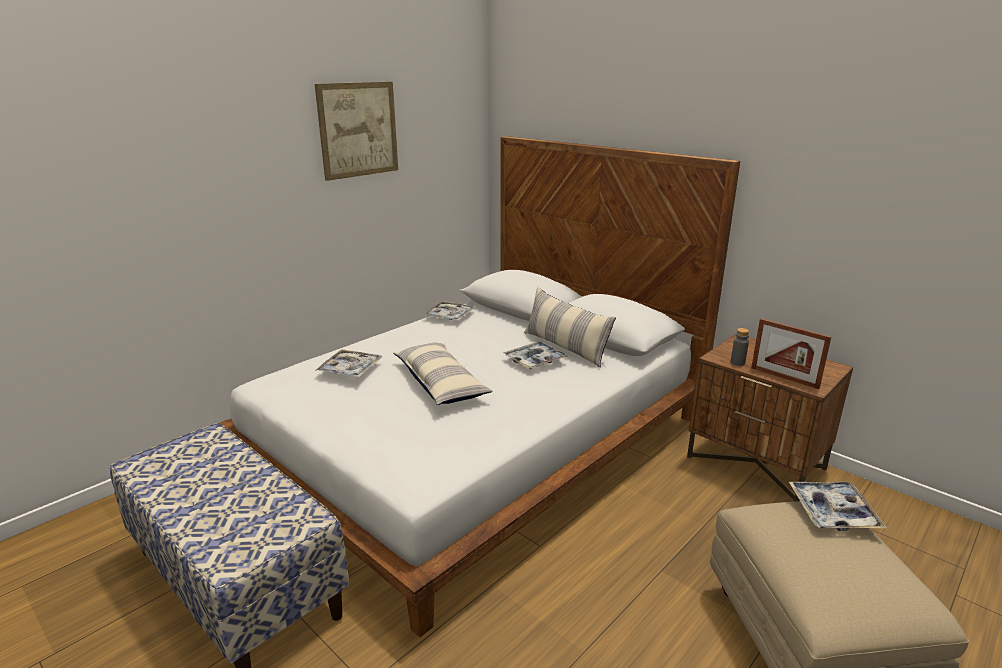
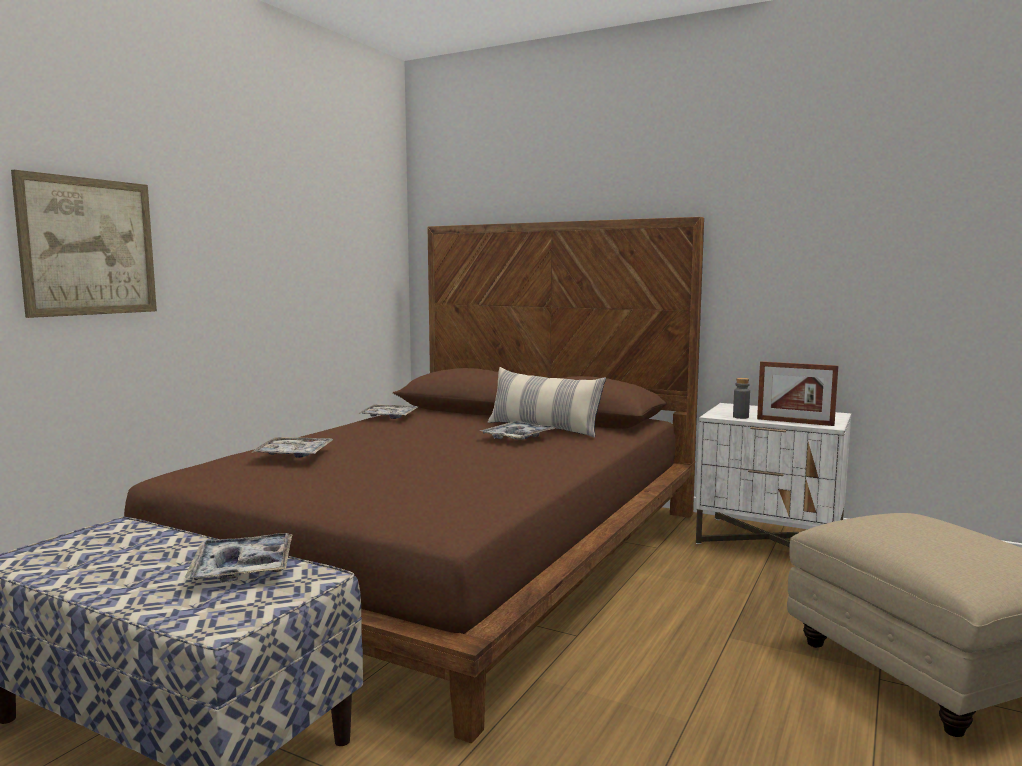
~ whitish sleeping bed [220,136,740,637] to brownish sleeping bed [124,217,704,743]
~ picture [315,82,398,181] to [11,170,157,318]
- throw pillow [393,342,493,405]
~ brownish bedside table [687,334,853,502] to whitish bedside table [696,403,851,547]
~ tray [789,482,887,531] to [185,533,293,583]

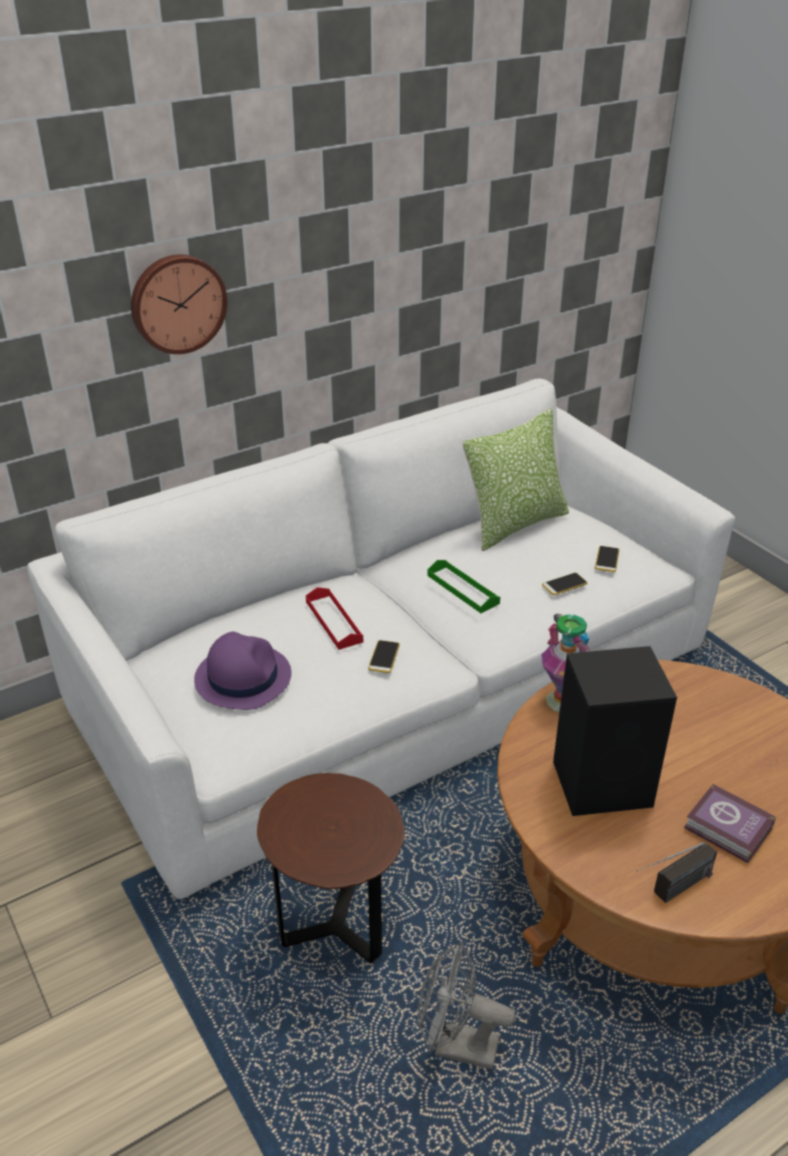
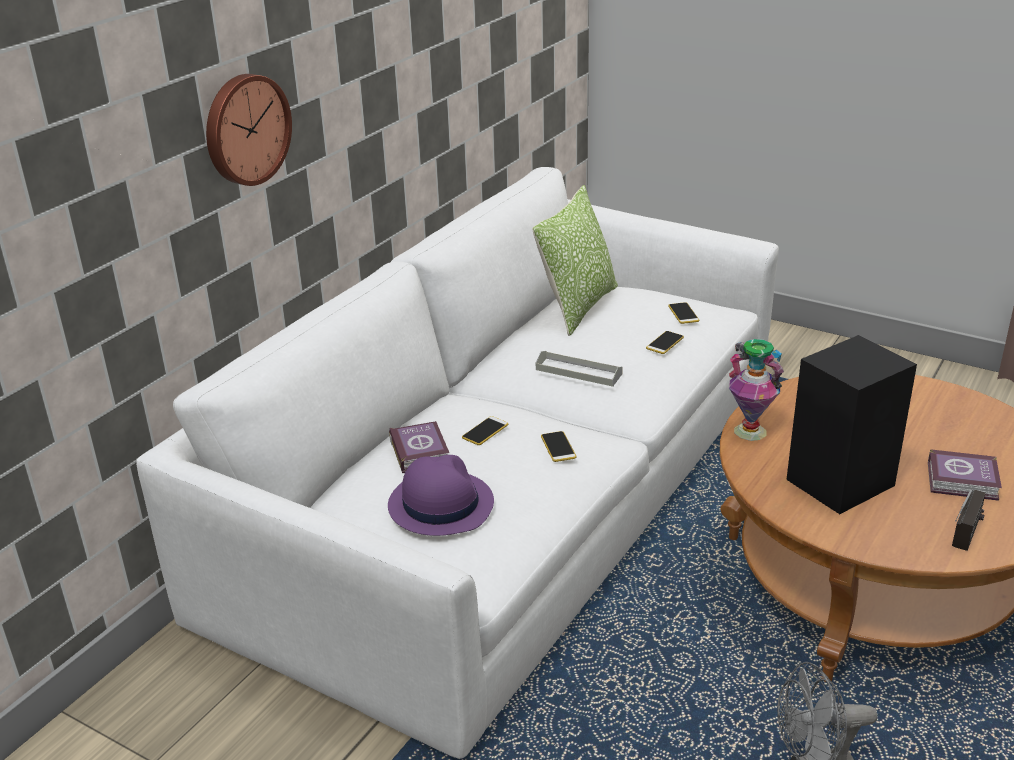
- brownish accent table [257,773,405,964]
~ red-coloured tray [306,587,363,650] to phone [462,416,508,445]
~ green tray [427,560,500,613] to greyish tray [536,351,623,387]
+ bound book [389,421,449,473]

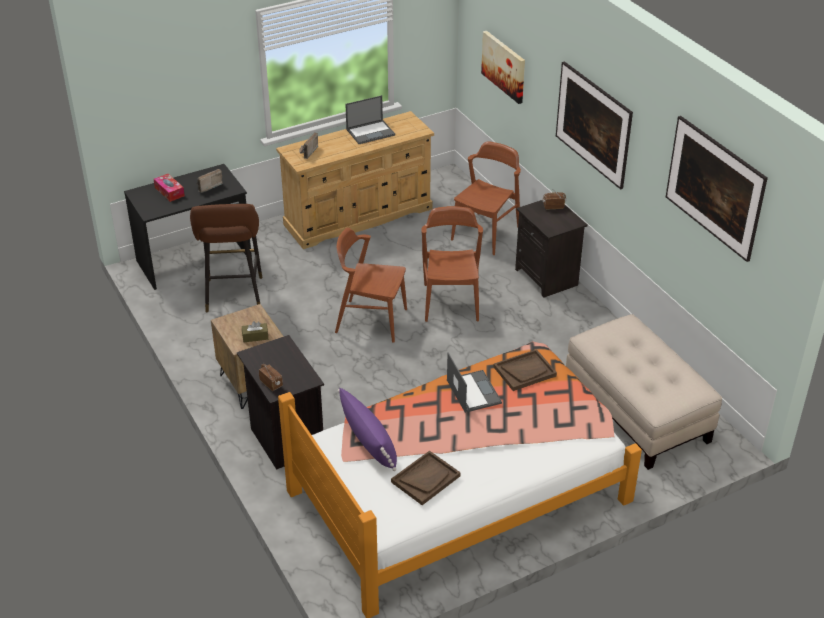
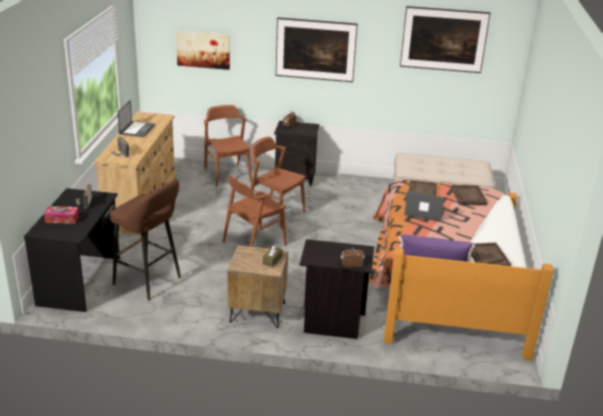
+ brownish tray [451,185,487,205]

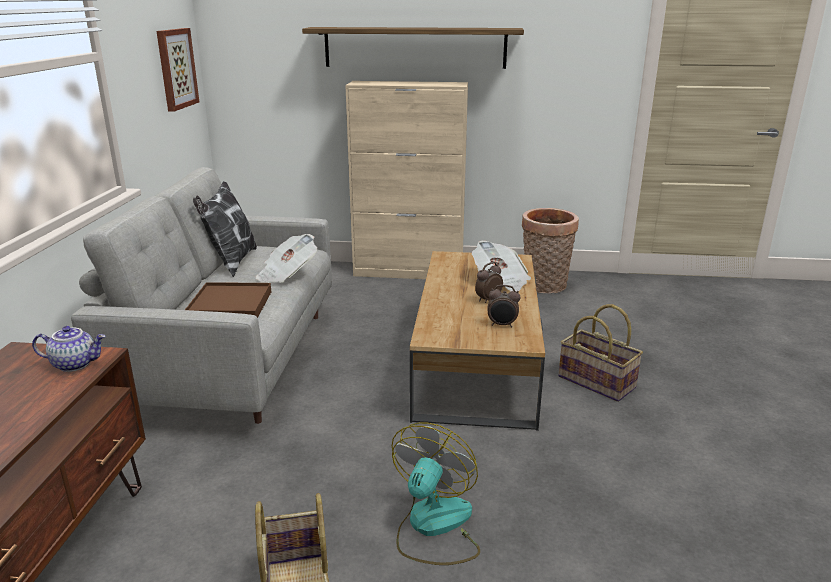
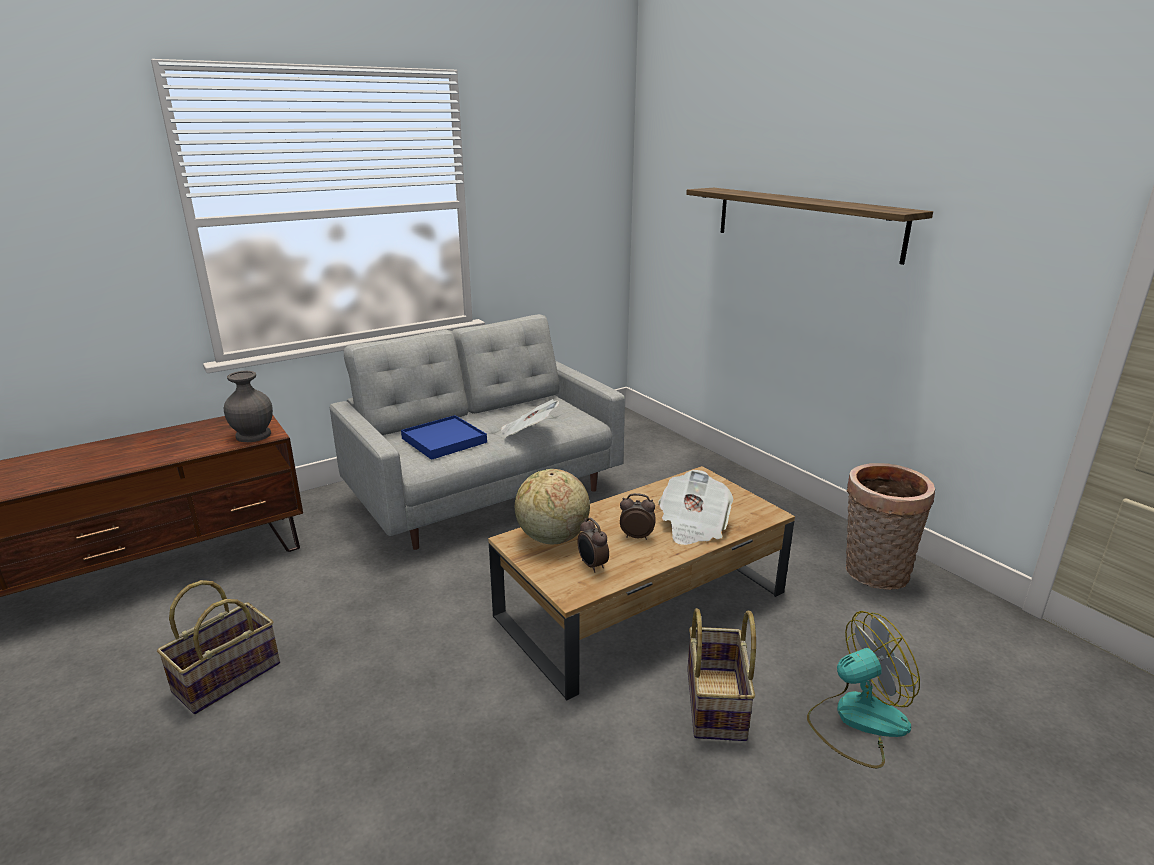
~ pot for tea [32,326,106,372] to greyish vase [224,371,273,442]
- picture [156,28,199,112]
~ brownish tray [185,282,271,318] to blue tray [401,415,487,460]
- throw pillow [193,181,257,277]
- beige-coloured cabinet [345,81,468,279]
~ cooling fan [392,422,480,565] to [807,611,920,769]
+ globe [515,469,590,544]

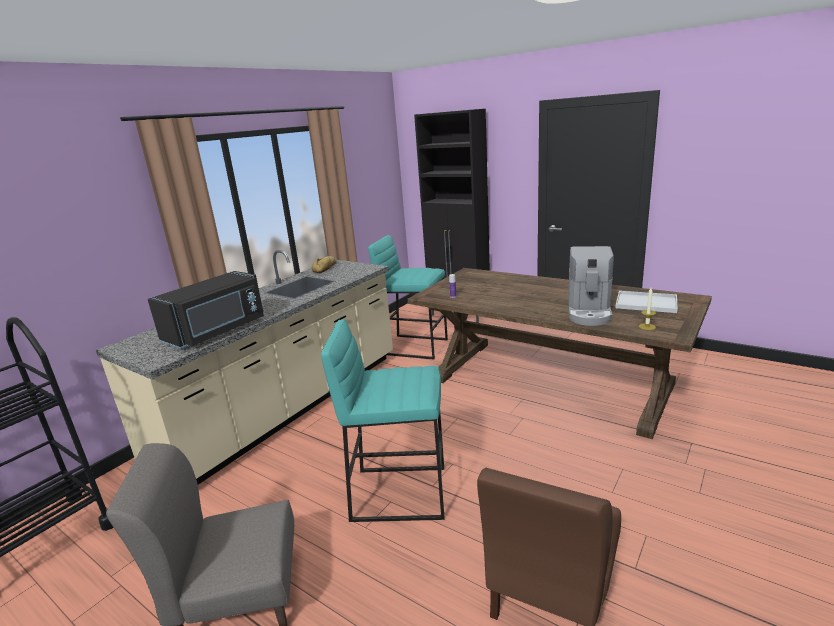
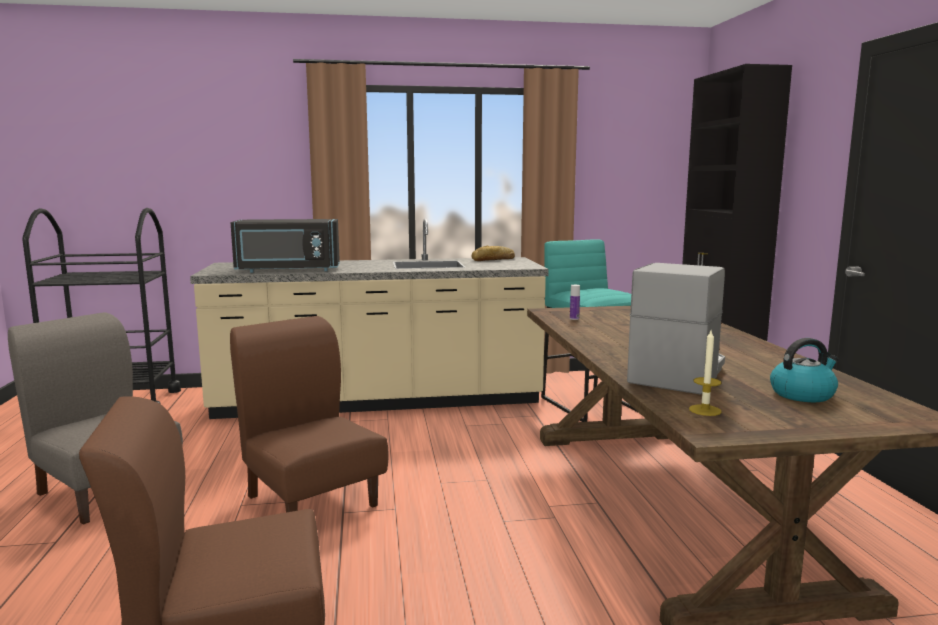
~ blue-green sitting stool [321,320,444,522] to brownish chair [230,316,389,512]
~ coffee brewer [568,246,614,326] = [627,263,725,395] 150 degrees clockwise
~ whitish tray [616,291,678,313] to tea kettle [770,338,839,402]

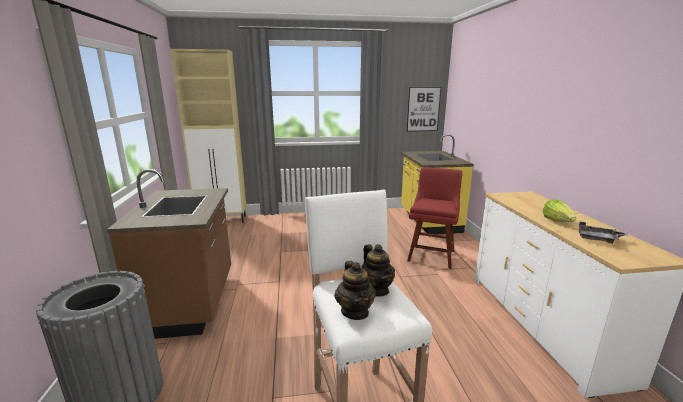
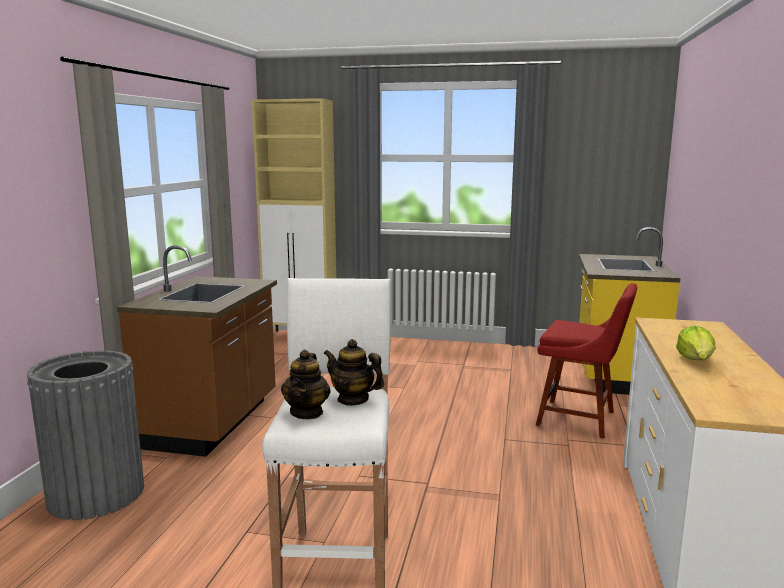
~ pot for tea [361,244,395,297] = [324,339,384,406] 120 degrees clockwise
- picture [407,87,441,132]
~ red-coloured chair [407,167,462,269] = [536,283,637,439] 75 degrees clockwise
- greyish tray [579,222,628,244]

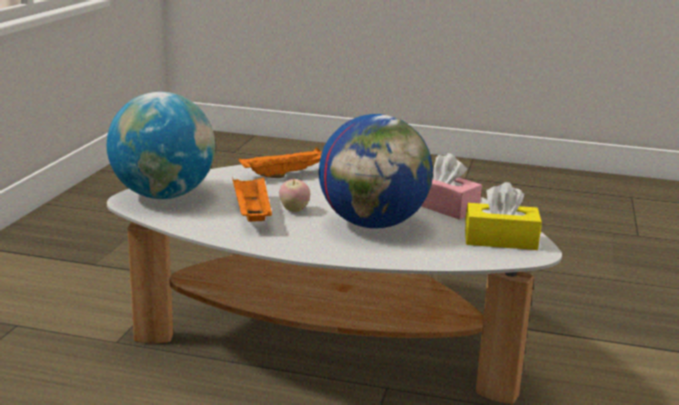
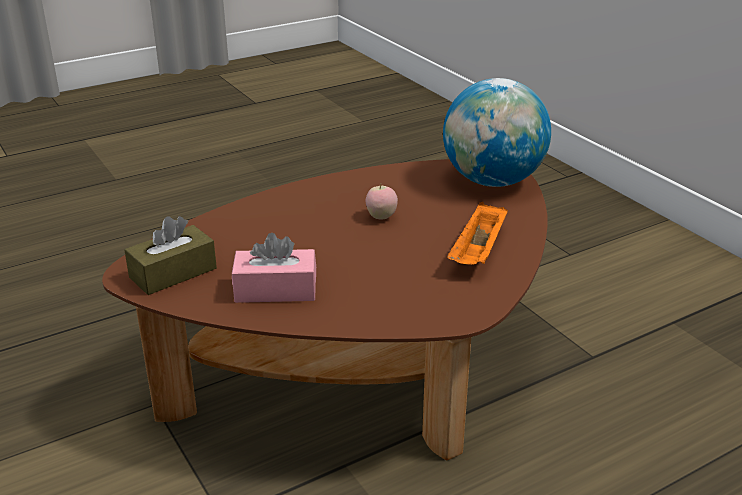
~ whitish lounge table [107,162,562,404] to brownish lounge table [102,159,548,460]
- orangey tray [233,176,272,222]
- globe [319,114,433,229]
~ yellow-coloured tissue holder [465,182,542,250] to brownish tissue holder [125,216,217,295]

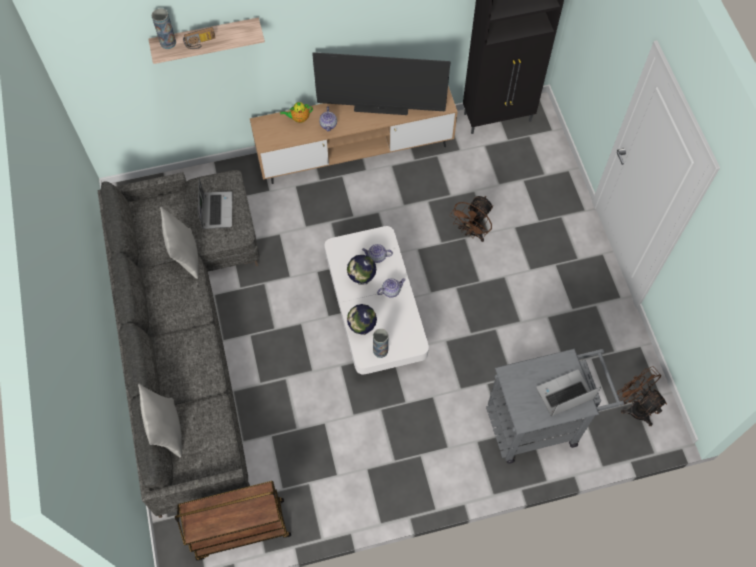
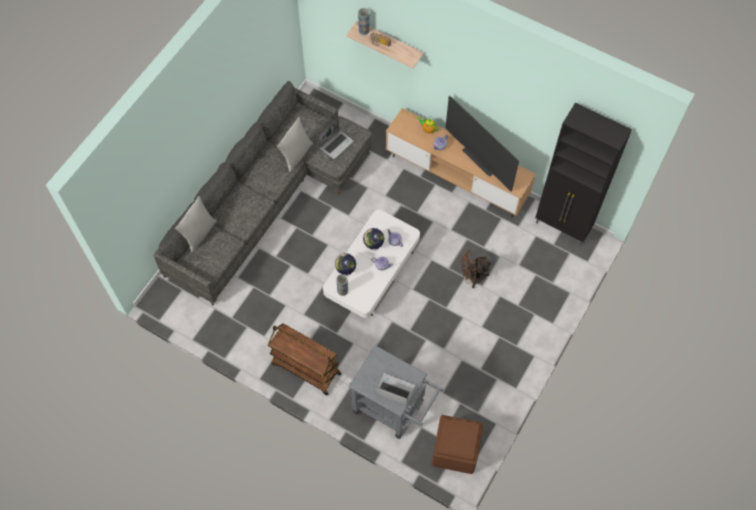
~ brownish cart [175,481,291,560] to [268,323,342,395]
~ brownish cooling fan [617,366,667,426] to brownish footrest [432,415,483,474]

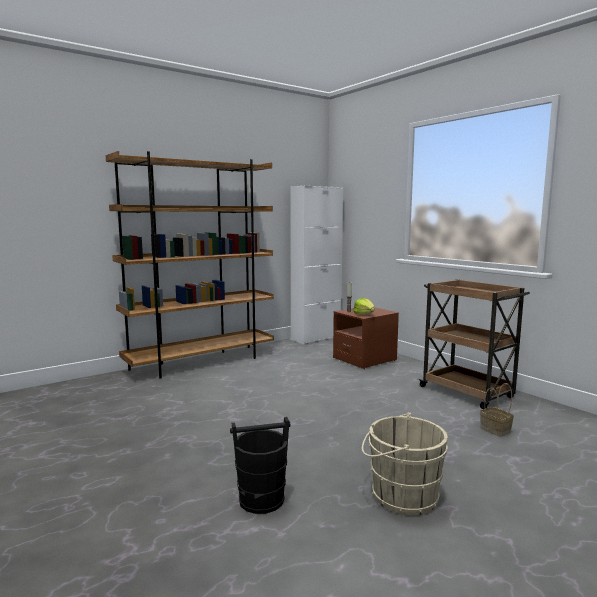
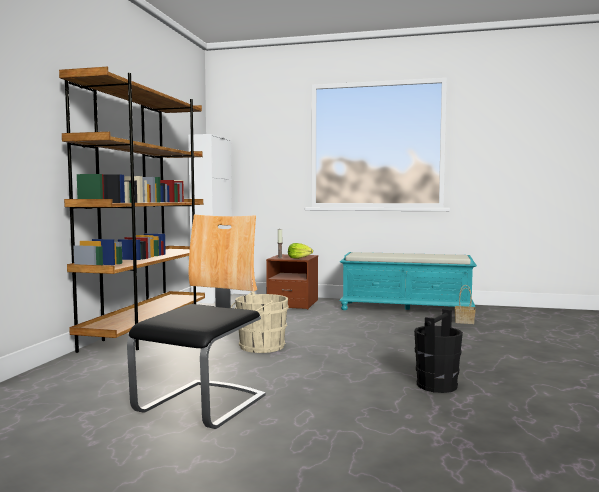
~ beige-coloured water bucket [362,413,448,515] to [231,292,289,353]
~ brownish cart [418,279,530,409] to blue-green long seat [339,252,477,310]
+ chair [127,214,266,429]

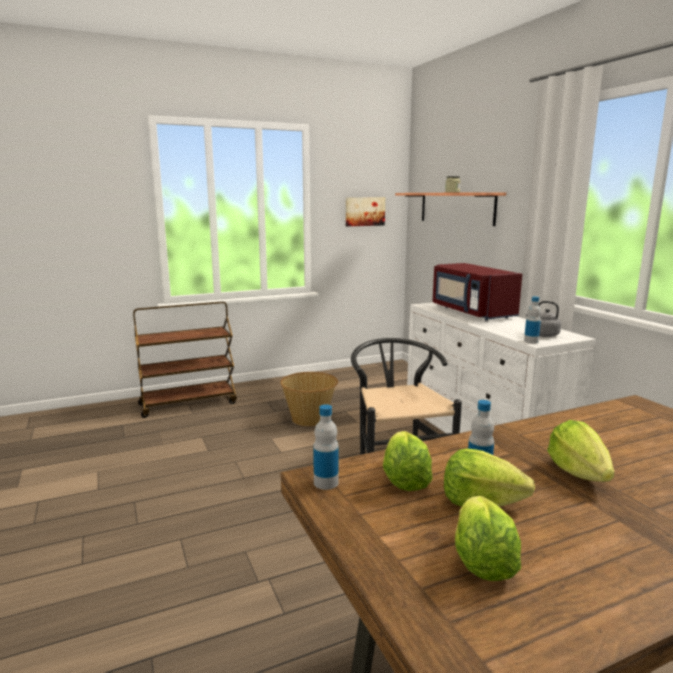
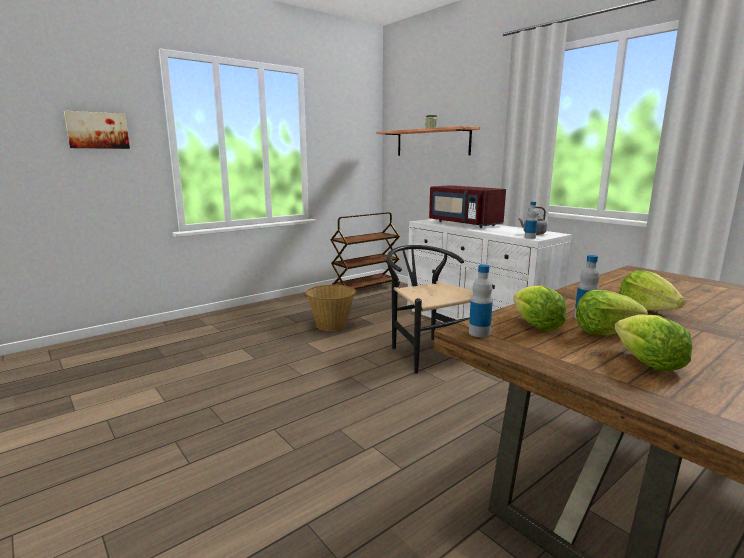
~ brownish cart [133,302,237,418] to [331,212,400,289]
~ picture [346,197,385,226] to [64,111,130,149]

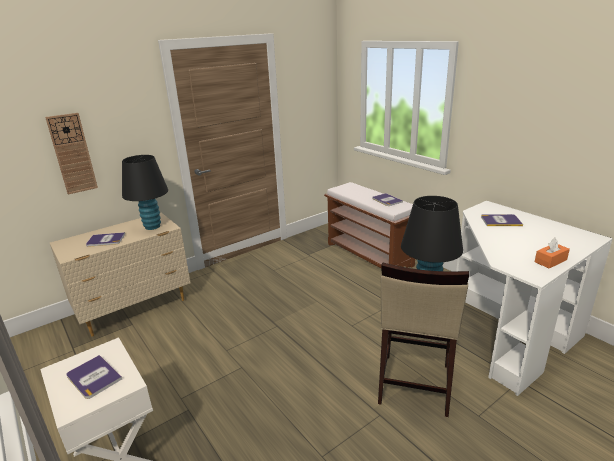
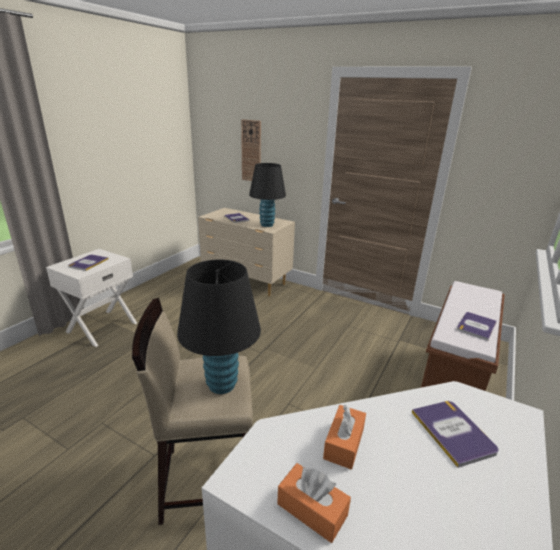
+ orangey tissue holder [323,405,366,469]

